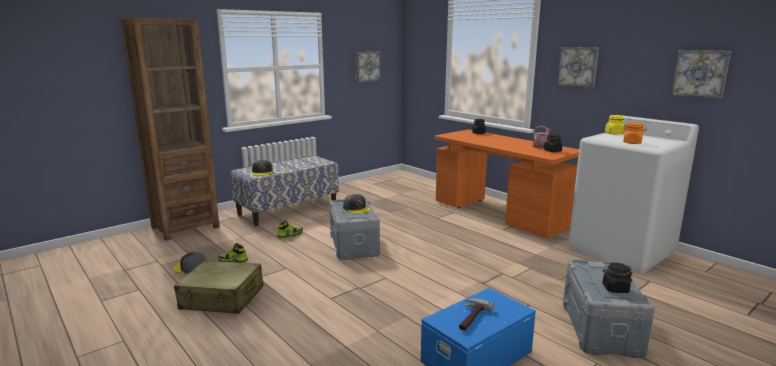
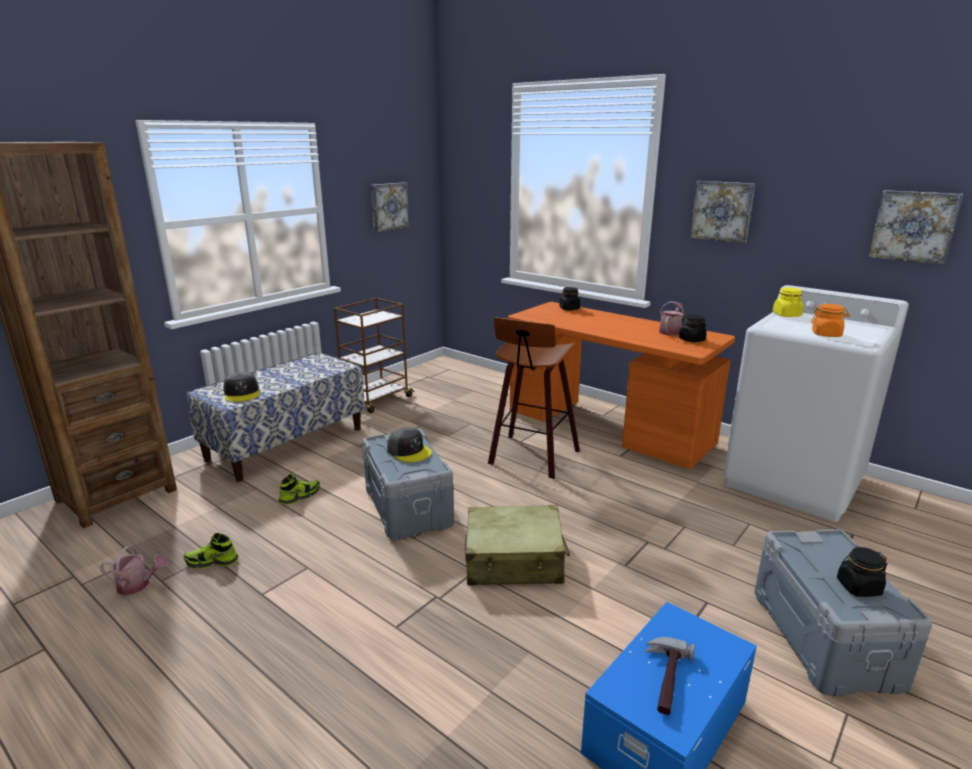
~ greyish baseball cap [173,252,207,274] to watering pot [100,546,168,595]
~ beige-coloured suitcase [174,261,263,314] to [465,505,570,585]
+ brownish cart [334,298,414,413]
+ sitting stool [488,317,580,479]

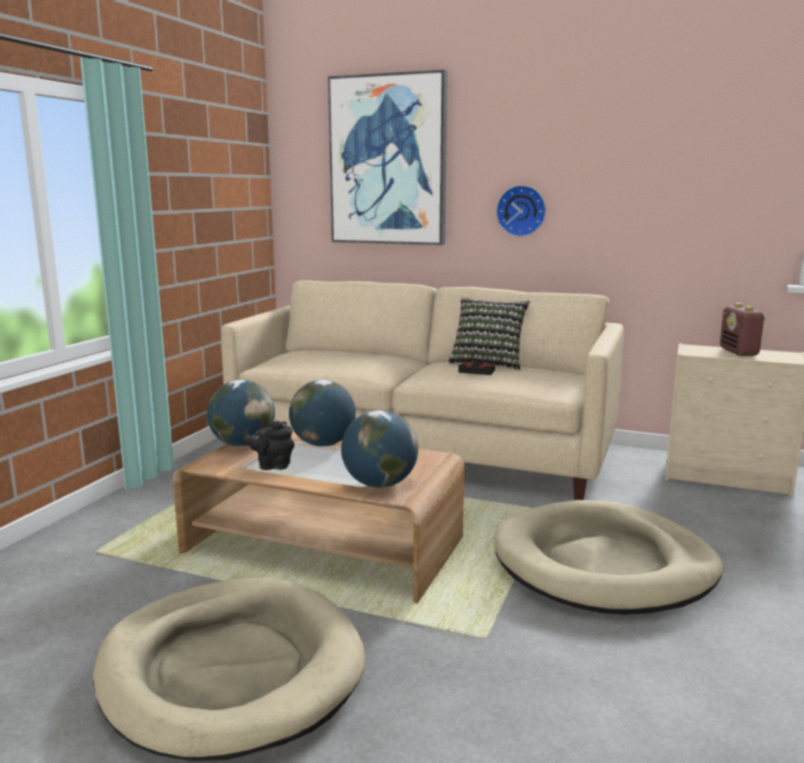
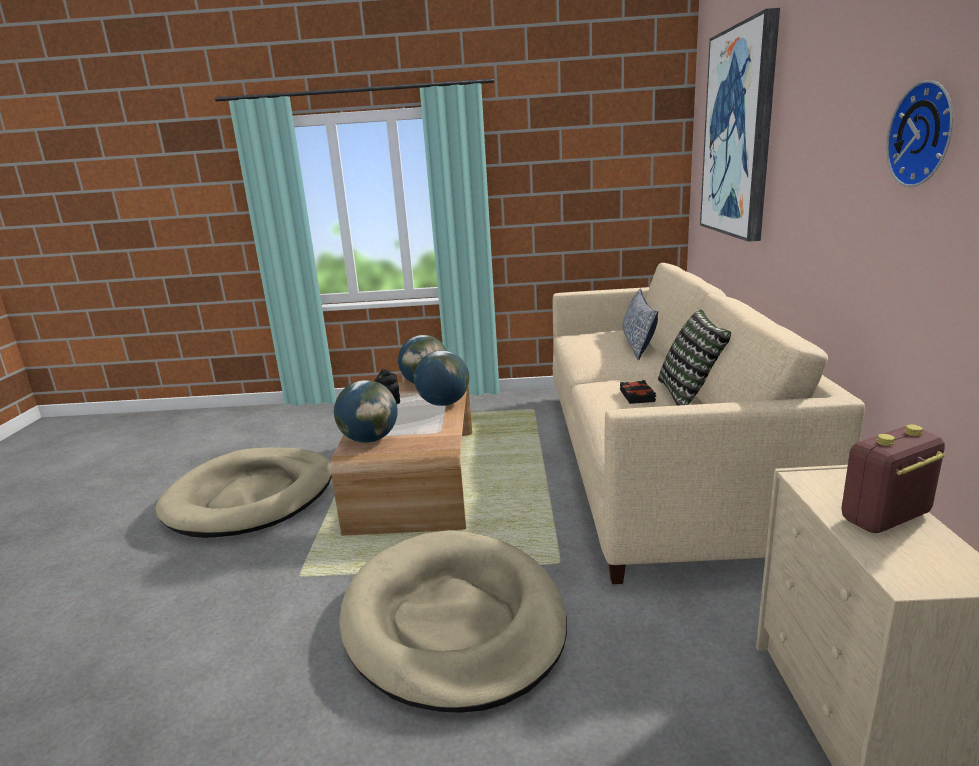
~ hanging clock [496,185,546,237] to [886,80,953,187]
+ throw pillow [622,289,658,360]

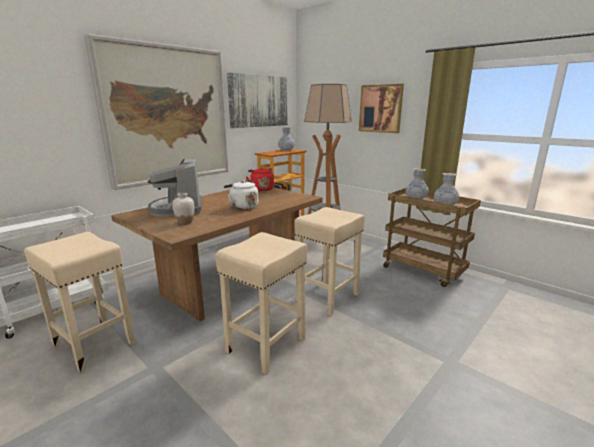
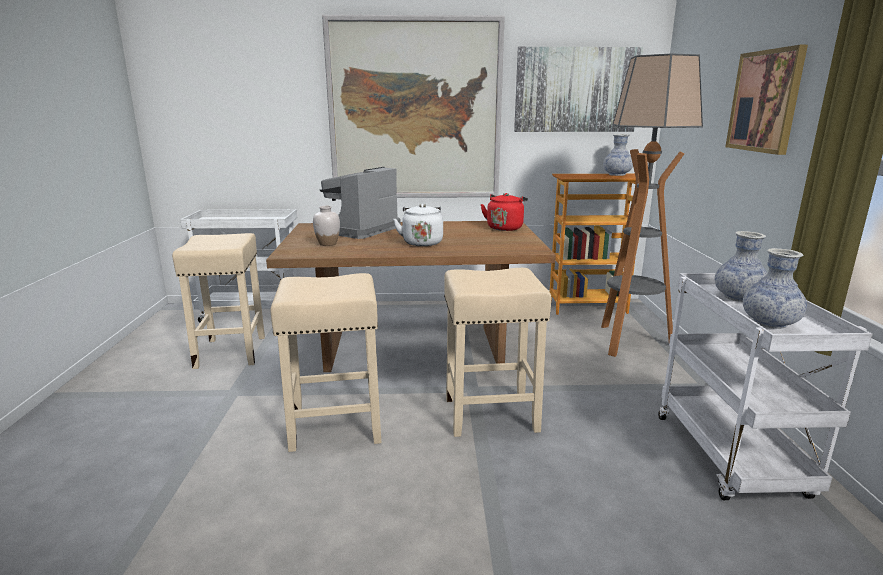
~ brownish cart [383,188,481,287] to whitish cart [658,273,873,500]

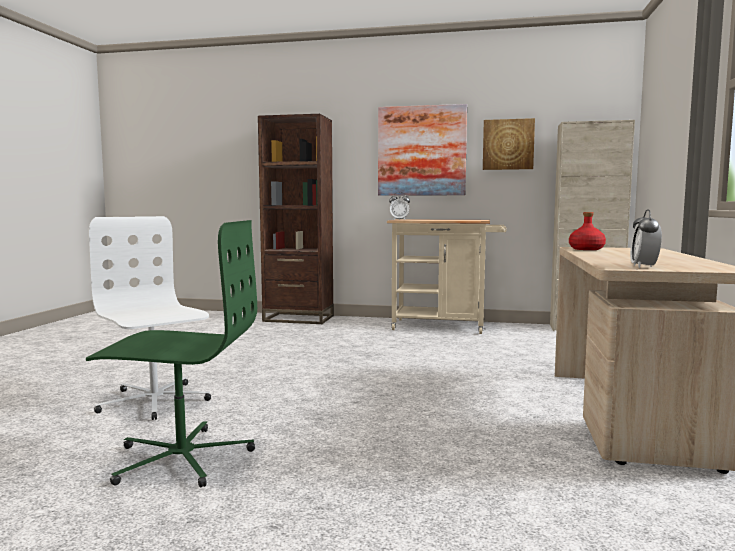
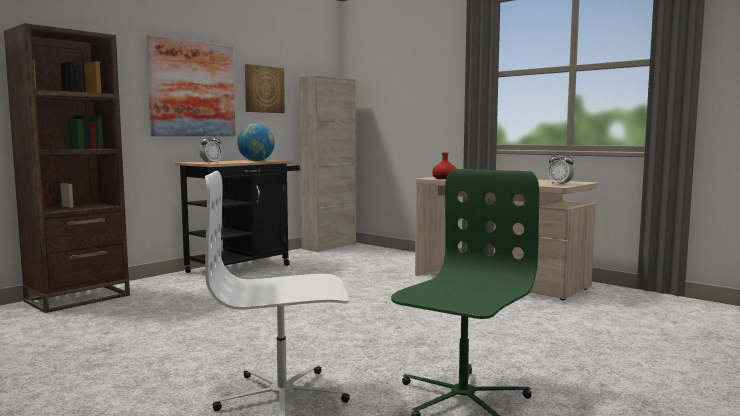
~ beige-coloured cart [387,219,507,334] to black-coloured cart [175,160,300,273]
+ globe [237,124,275,161]

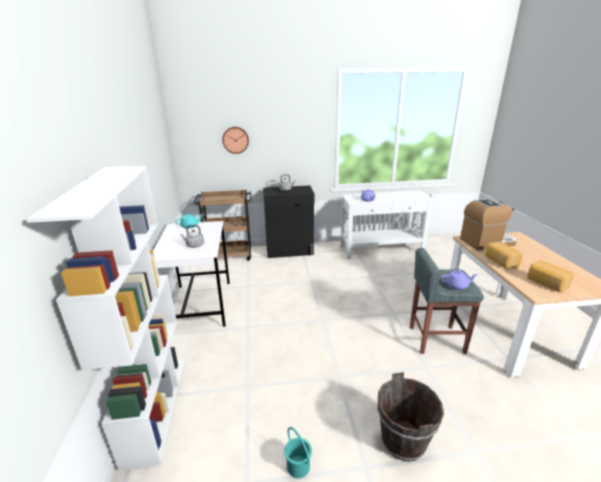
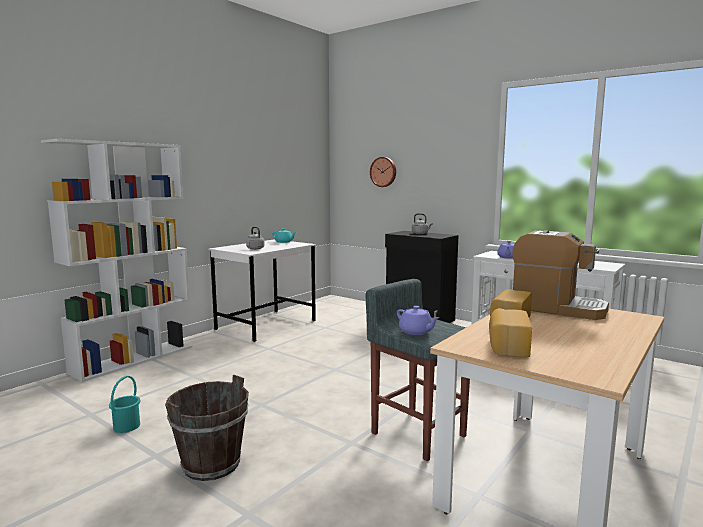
- brownish cart [194,190,251,261]

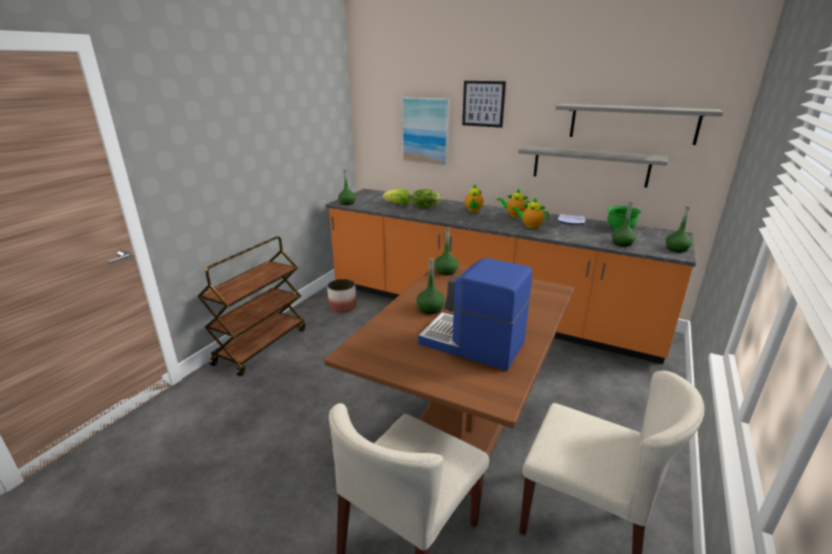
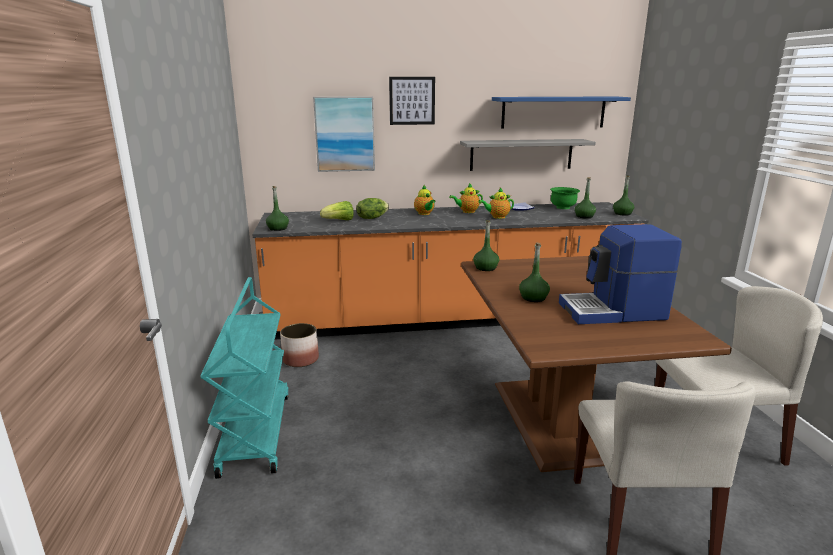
~ brownish cart [198,236,306,376] to blue-green cart [200,277,289,479]
~ greyish shelf [556,103,723,145] to blue shelf [492,96,631,129]

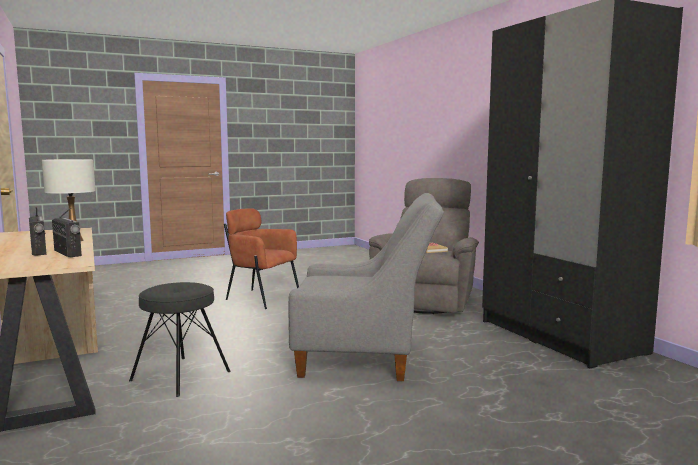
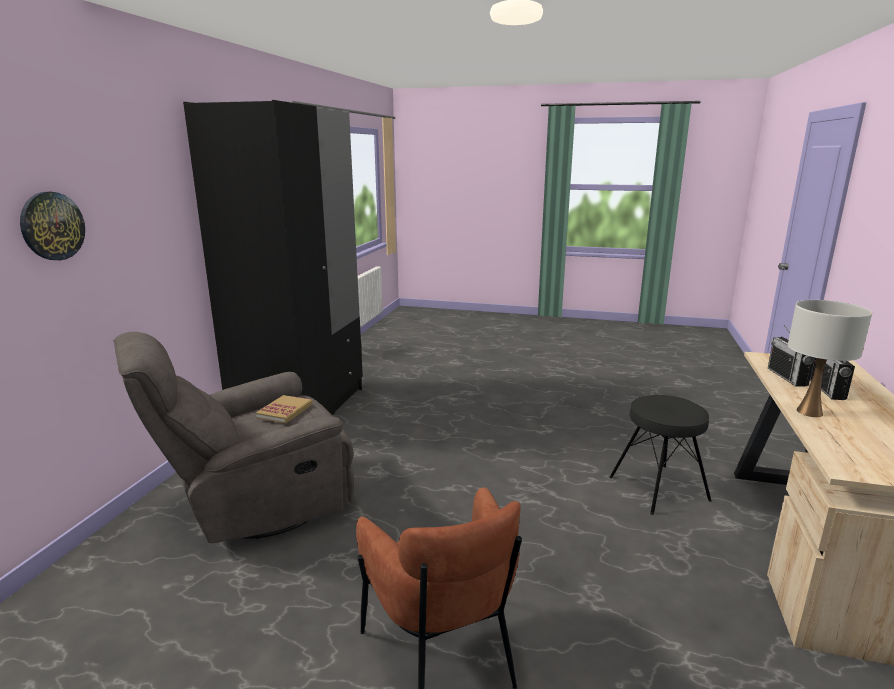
- greyish armchair [288,193,444,381]
+ hanging clock [20,192,85,260]

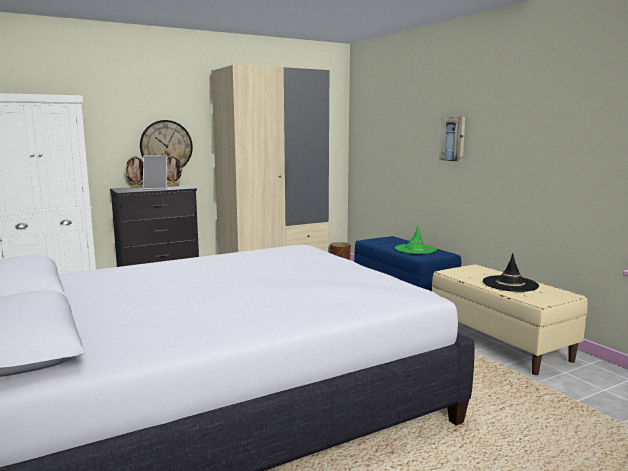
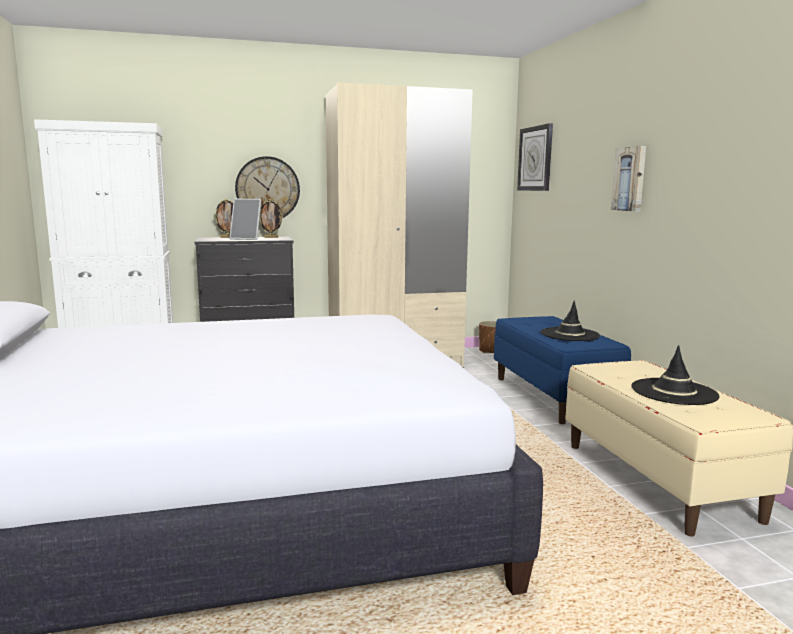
~ green hat [395,226,437,254] to black-coloured hat [541,301,600,341]
+ hanging clock [517,123,553,191]

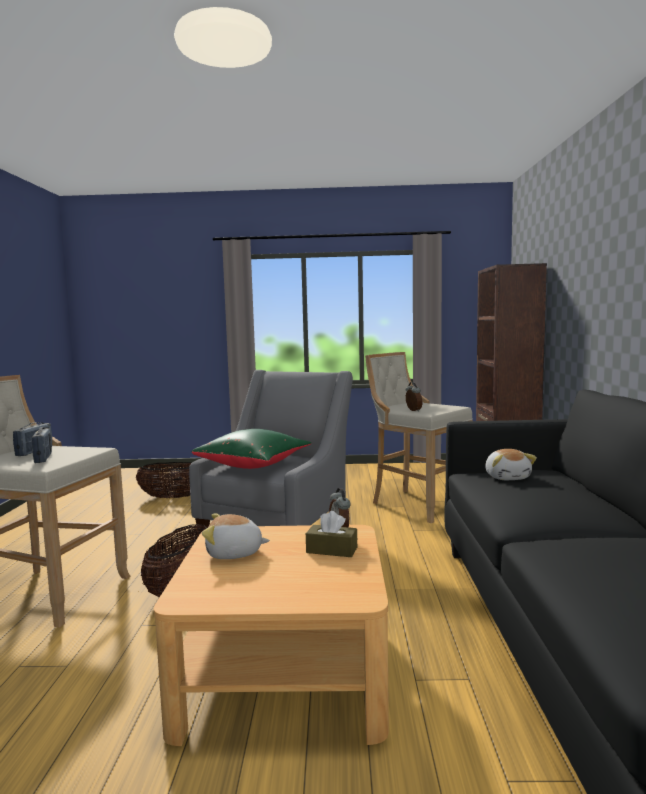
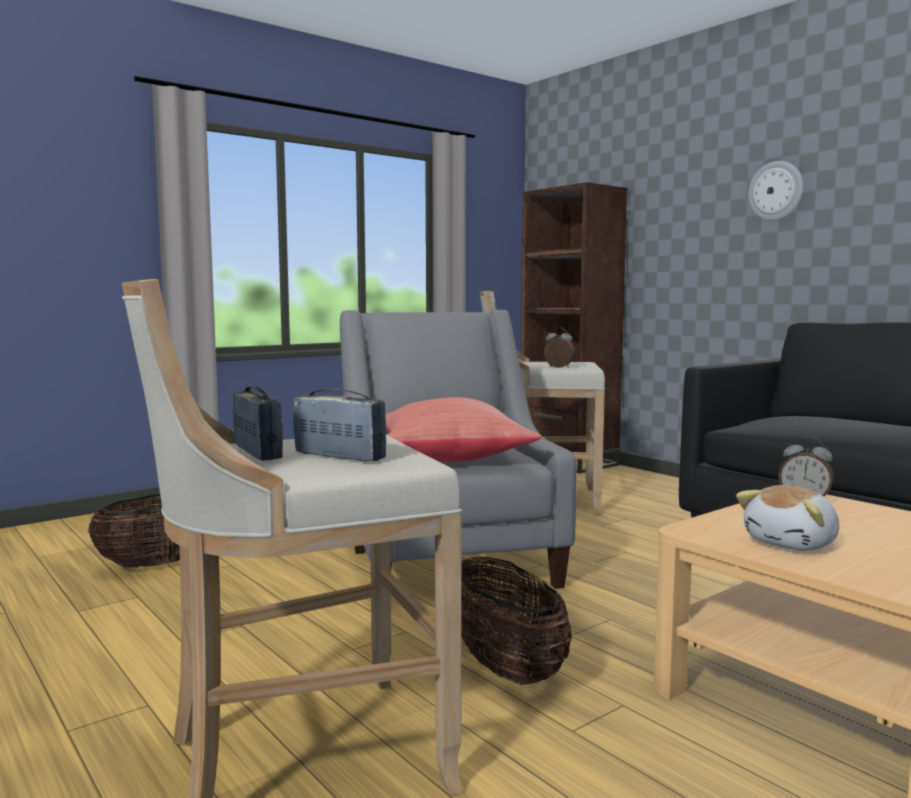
~ green throw pillow [191,429,311,469] to red-coloured throw pillow [385,397,542,462]
- brownish tissue holder [306,511,357,557]
- plush toy [485,449,537,480]
+ hanging clock [748,161,803,221]

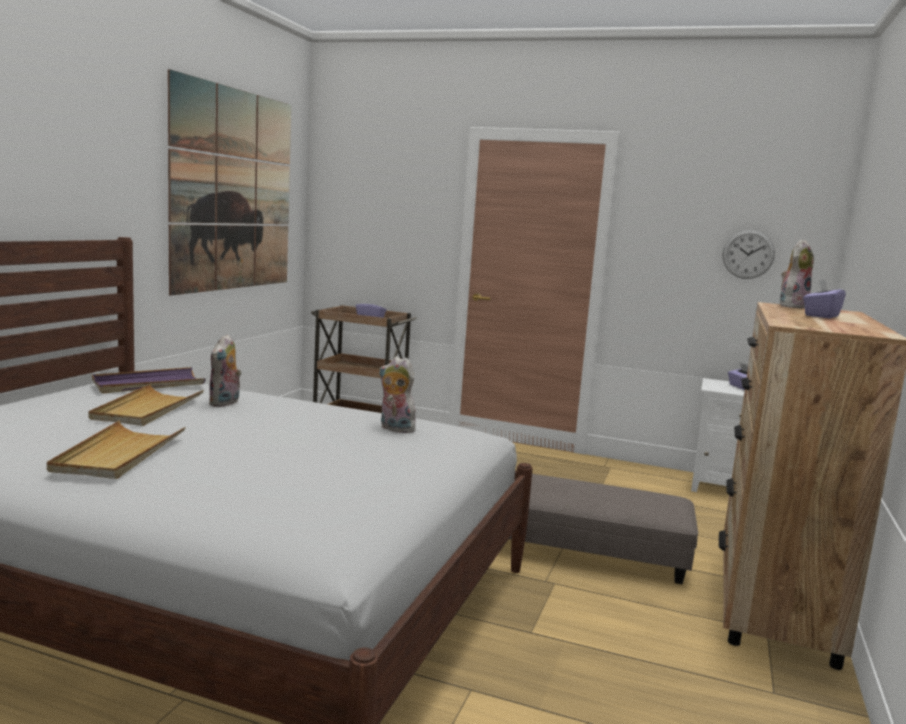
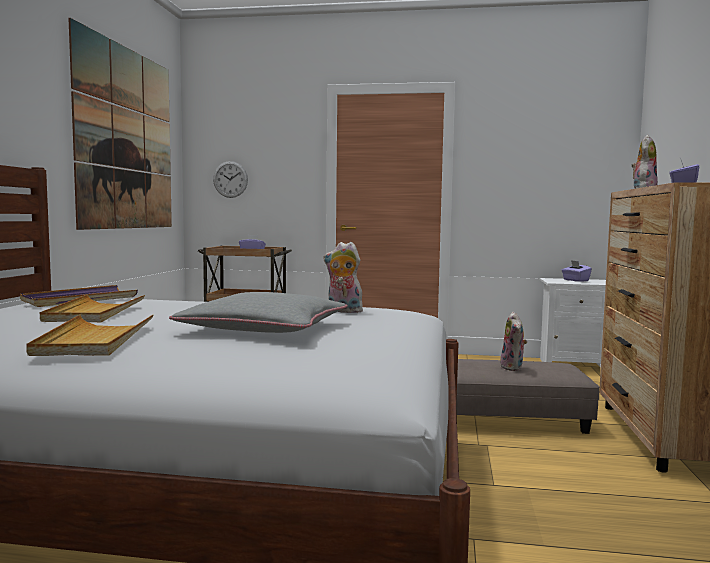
~ plush toy [209,334,242,407] to [500,312,527,371]
~ hanging clock [723,230,775,279] to [213,161,248,198]
+ greyish throw pillow [169,292,348,333]

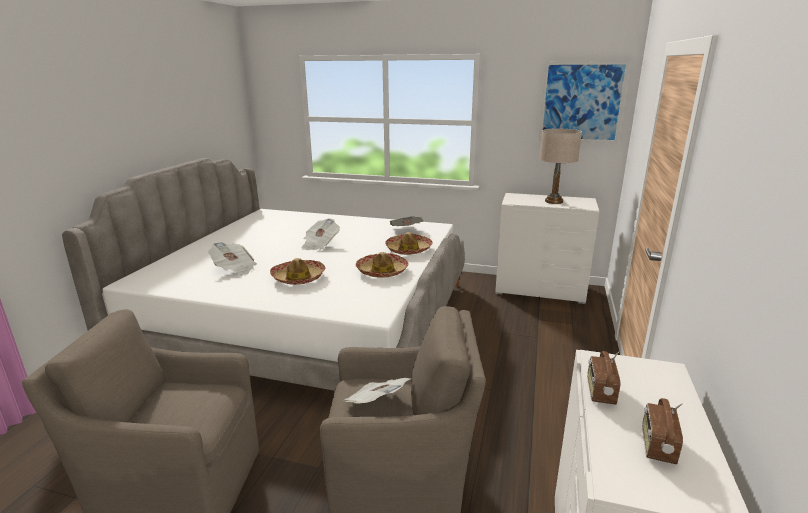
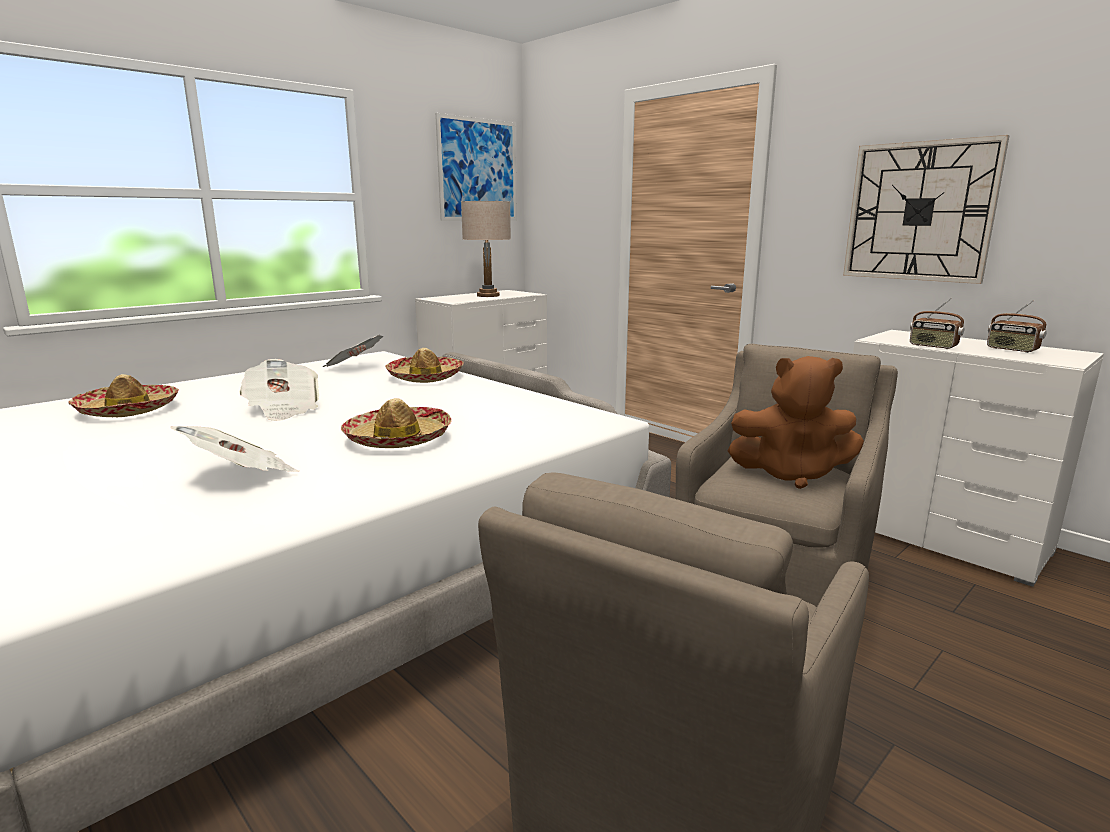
~ daily paper [344,378,410,404] to brownish plush toy [728,356,864,489]
~ hat [356,252,409,278] to [68,374,179,417]
+ hanging clock [843,135,1010,284]

